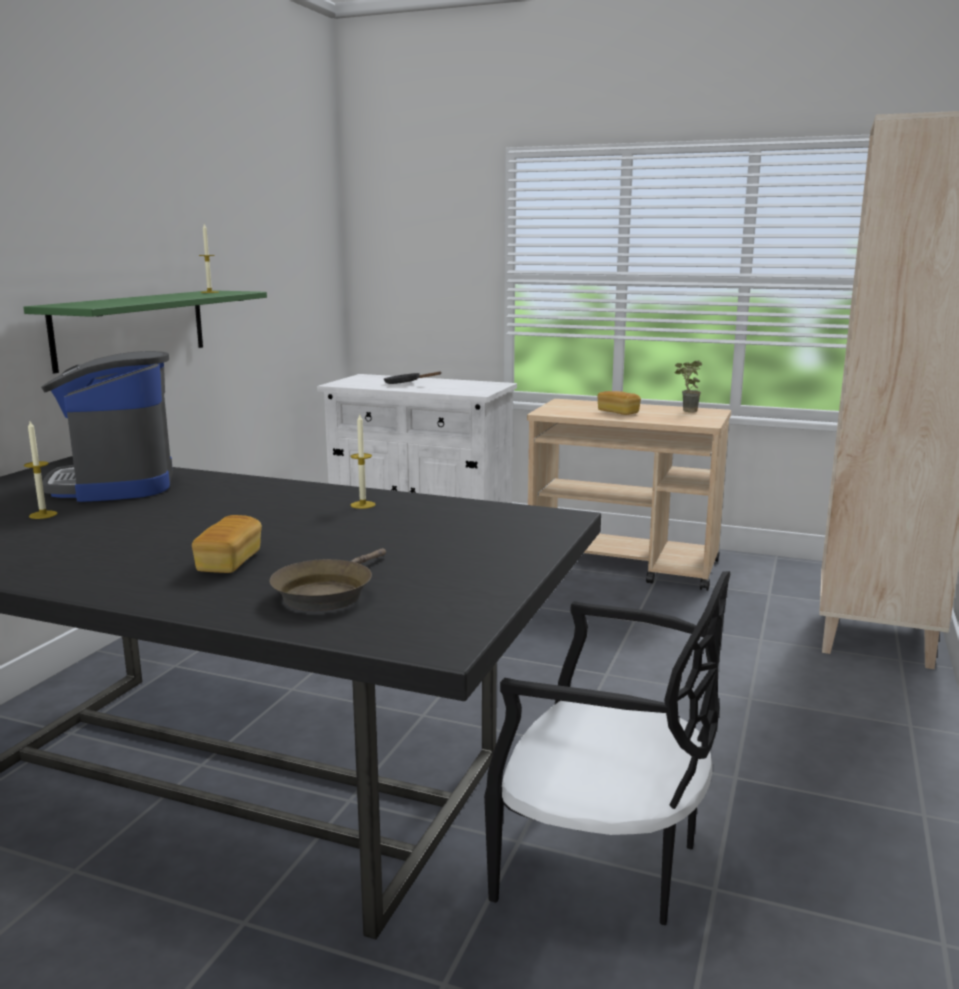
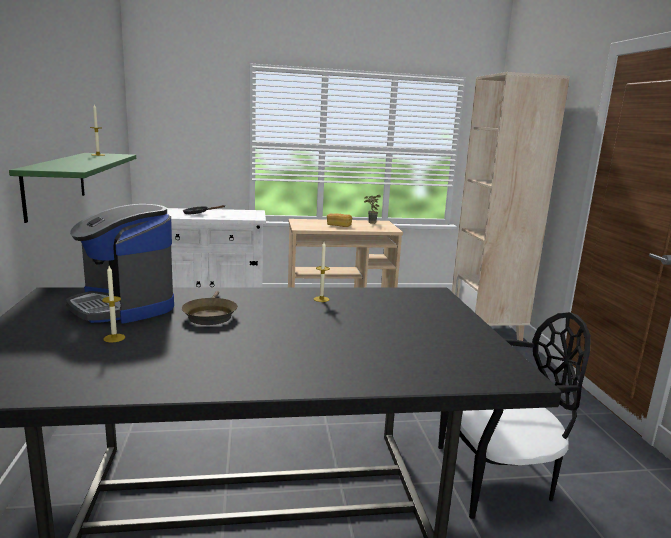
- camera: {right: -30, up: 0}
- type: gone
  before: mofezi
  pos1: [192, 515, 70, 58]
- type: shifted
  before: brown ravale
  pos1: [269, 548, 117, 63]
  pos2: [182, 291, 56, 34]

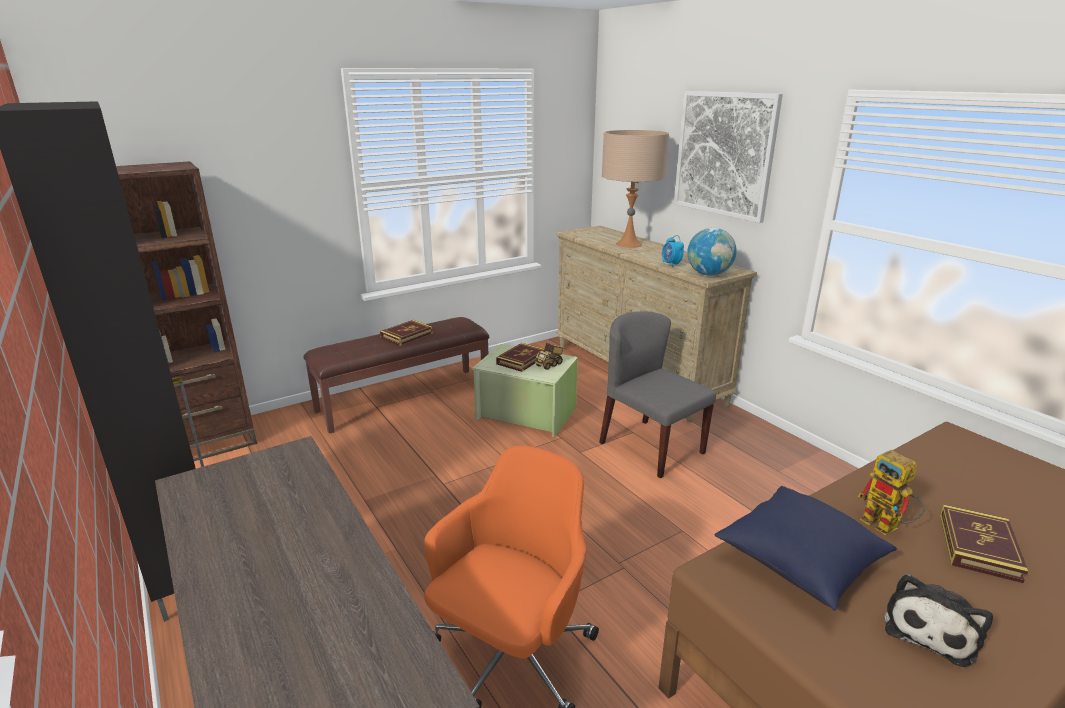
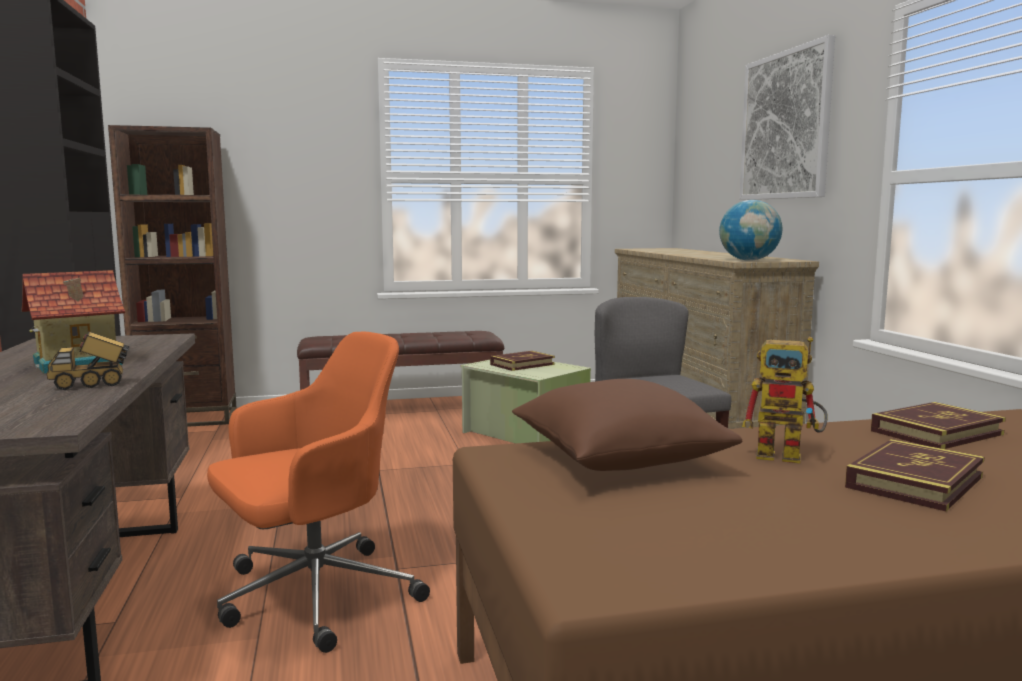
- camera: {right: 20, up: -15}
- type: gone
  before: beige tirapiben
  pos1: [602, 130, 67, 118]
- type: gone
  before: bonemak
  pos1: [662, 235, 22, 32]
- type: gone
  before: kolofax
  pos1: [885, 574, 108, 93]
- type: new
  after: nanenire
  pos2: [21, 270, 104, 104]
- type: shifted
  before: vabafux
  pos1: [380, 320, 53, 26]
  pos2: [871, 402, 135, 47]
- type: shifted
  before: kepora
  pos1: [535, 343, 29, 27]
  pos2: [47, 332, 83, 58]
- type: repainted
  before: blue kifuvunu
  after: brown kifuvunu
  pos1: [714, 486, 183, 125]
  pos2: [512, 379, 230, 92]
- type: rotated
  before: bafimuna
  pos1: [858, 450, 68, 86]
  pos2: [742, 337, 86, 126]
  turn: -60

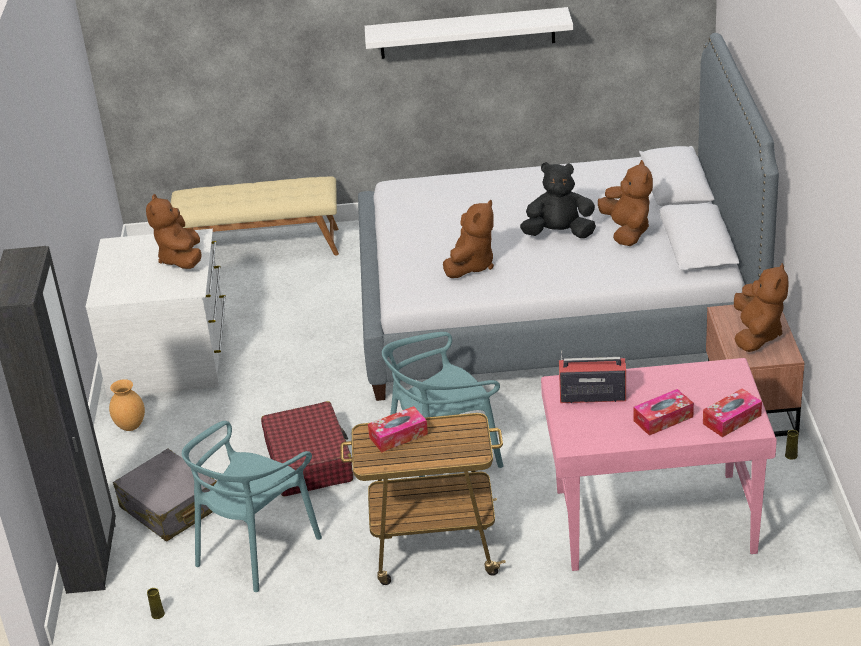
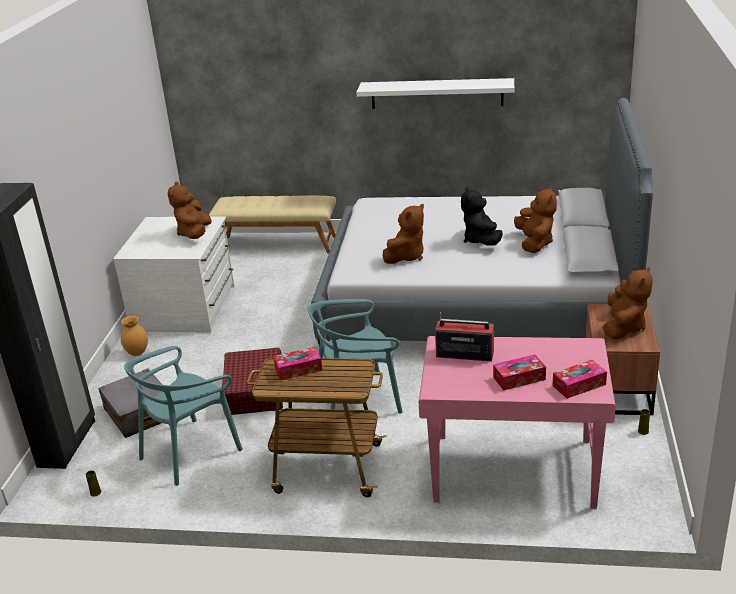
- camera: {right: 10, up: -5}
- type: rotated
  before: black kolofax
  pos1: [520, 162, 76, 76]
  pos2: [461, 187, 42, 59]
  turn: -105

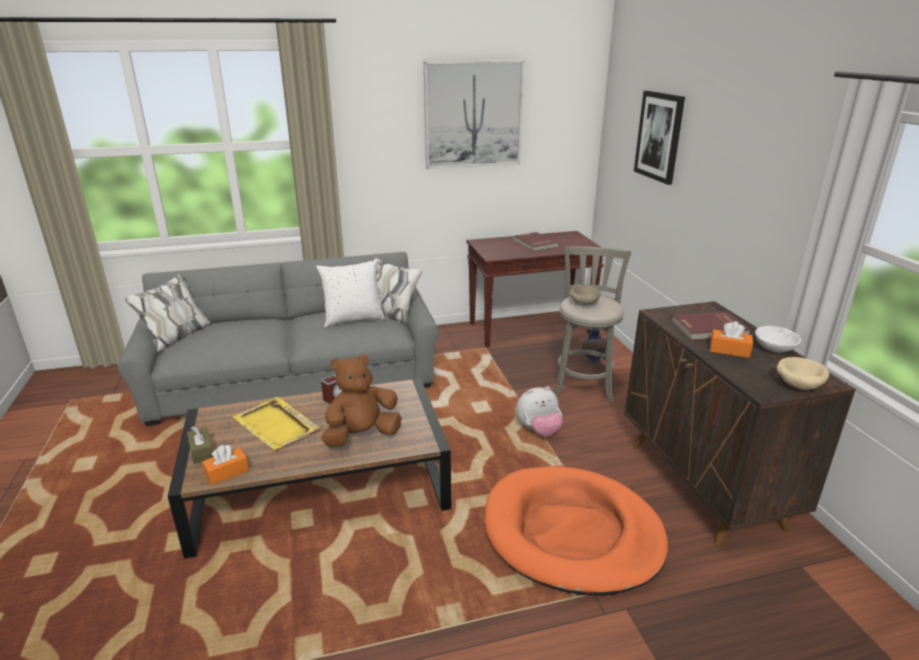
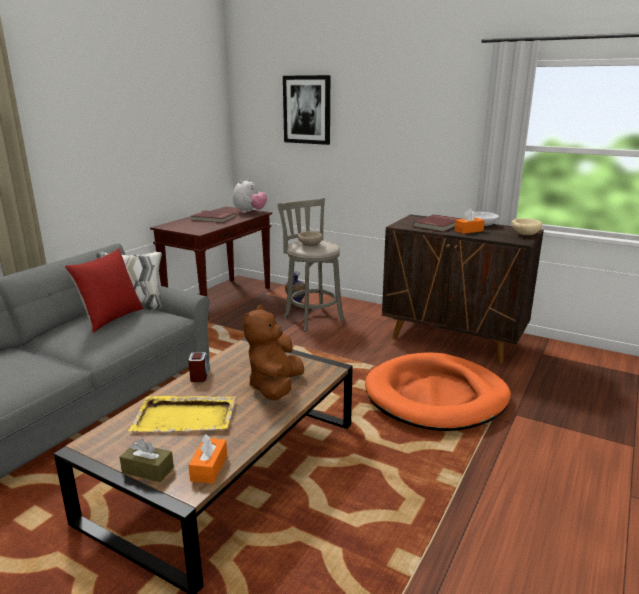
- camera: {right: -45, up: -5}
- type: gone
  before: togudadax
  pos1: [424, 60, 100, 109]
- type: shifted
  before: kolofax
  pos1: [516, 386, 47, 51]
  pos2: [233, 179, 34, 34]
- type: repainted
  before: white kifuvunu
  after: red kifuvunu
  pos1: [316, 259, 69, 68]
  pos2: [65, 248, 78, 84]

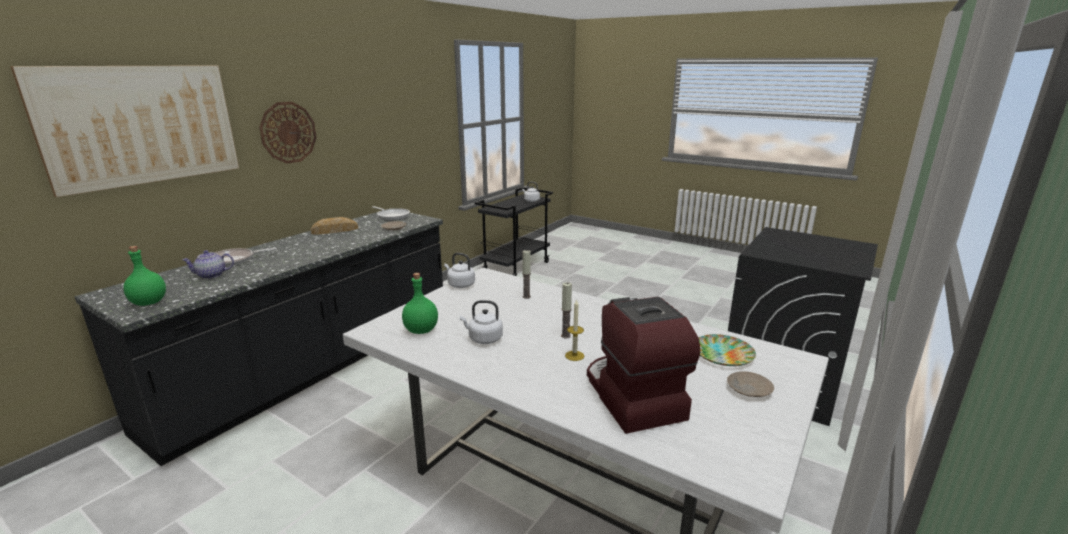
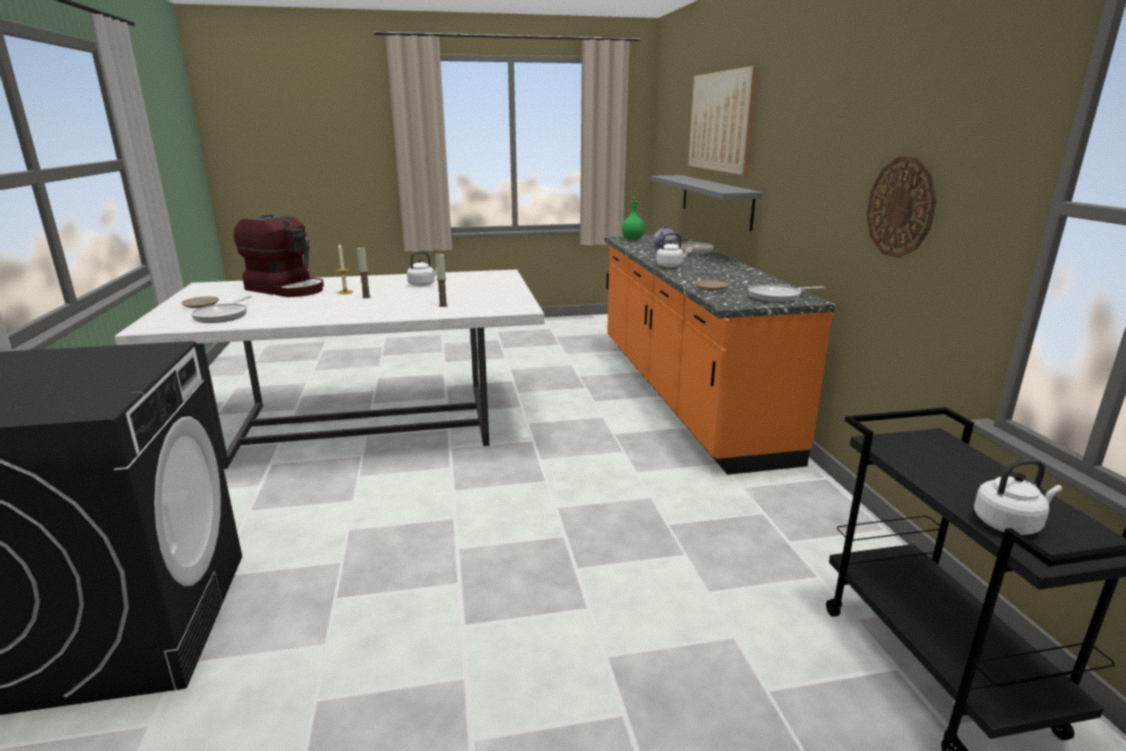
- camera: {right: 135, up: 0}
- type: gone
  before: mofezi
  pos1: [311, 217, 47, 17]
- type: gone
  before: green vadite
  pos1: [402, 273, 36, 61]
- type: new
  after: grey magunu
  pos2: [651, 175, 112, 56]
- type: shifted
  before: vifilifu
  pos1: [259, 102, 58, 62]
  pos2: [866, 157, 70, 101]
- type: shifted
  before: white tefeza
  pos1: [444, 253, 31, 35]
  pos2: [656, 233, 35, 34]
- type: swapped
  before: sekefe
  after: ravale
  pos1: [698, 334, 58, 32]
  pos2: [191, 296, 61, 27]
- type: repainted
  before: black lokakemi
  after: orange lokakemi
  pos1: [75, 208, 368, 258]
  pos2: [604, 235, 231, 240]

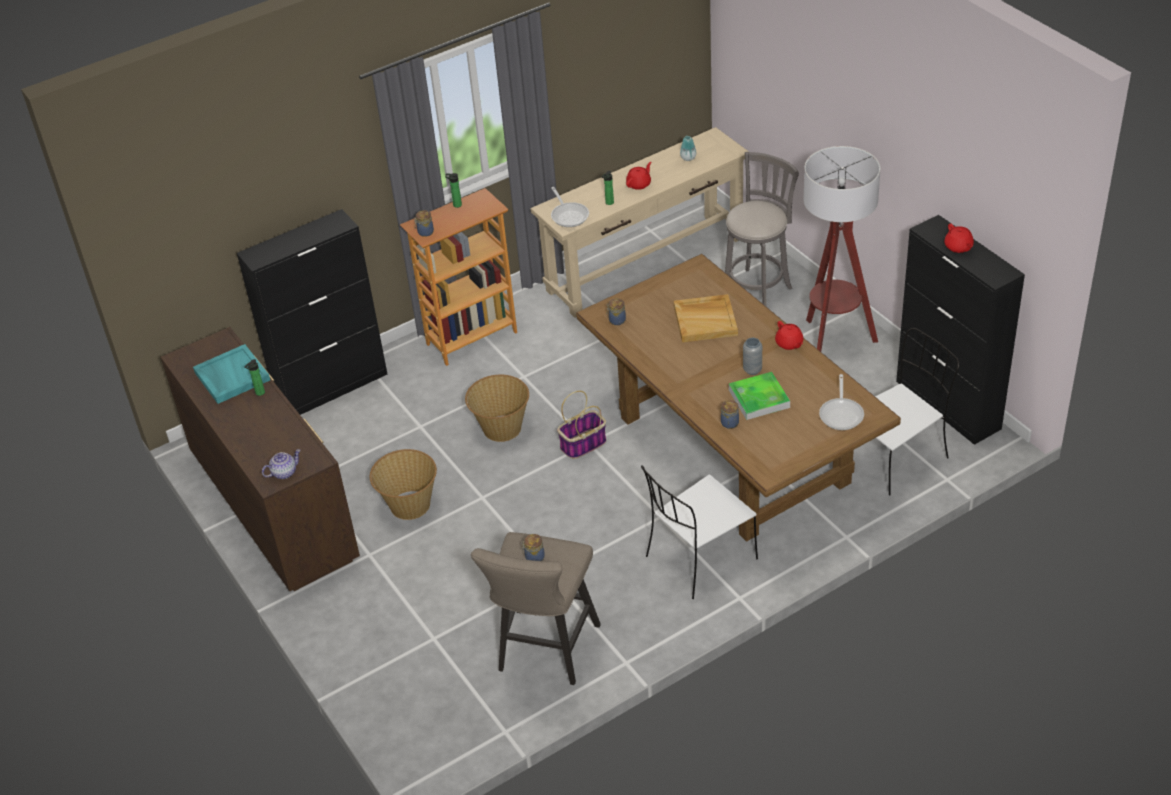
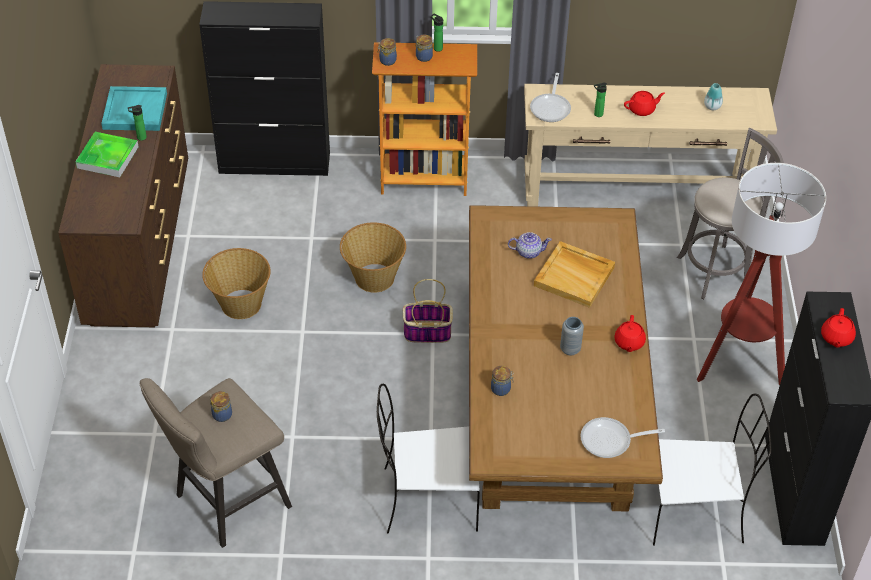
- camera: {right: 30, up: 5}
- type: shifted
  before: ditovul
  pos1: [262, 449, 39, 30]
  pos2: [508, 232, 44, 27]
- type: shifted
  before: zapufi
  pos1: [606, 299, 20, 26]
  pos2: [416, 35, 17, 27]
- type: shifted
  before: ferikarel
  pos1: [729, 372, 61, 48]
  pos2: [75, 132, 63, 45]
- type: rotated
  before: ravale
  pos1: [819, 374, 45, 56]
  pos2: [581, 417, 84, 41]
  turn: 45

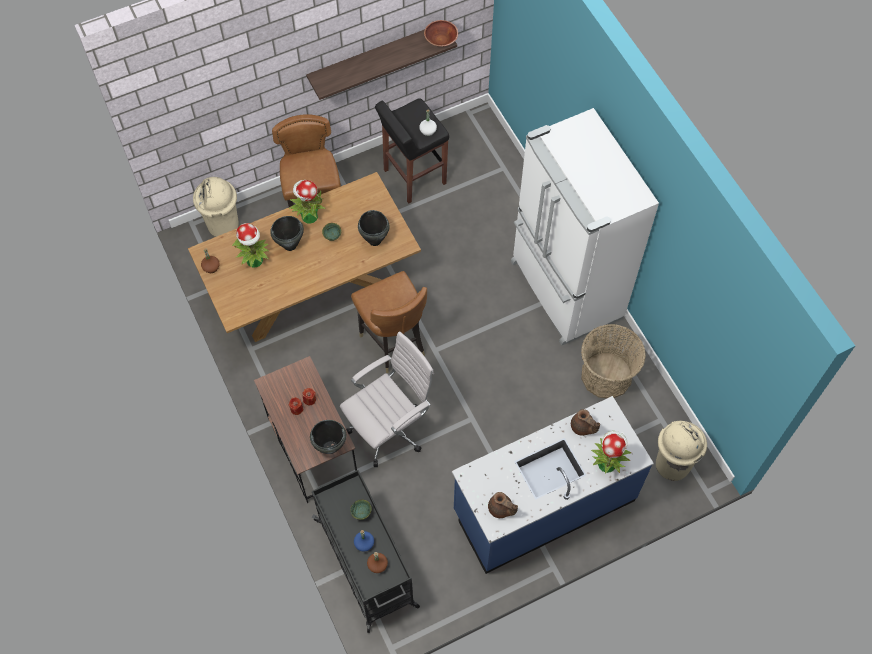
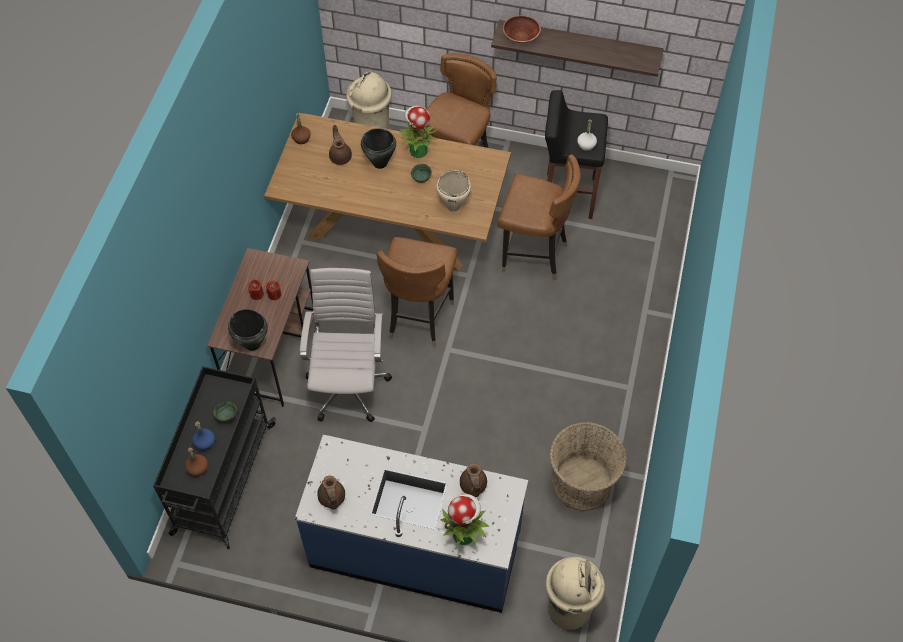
- camera: {right: 40, up: -5}
- type: gone
  before: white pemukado
  pos1: [511, 108, 148, 238]
- type: new
  after: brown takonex
  pos2: [497, 155, 84, 126]
- type: shifted
  before: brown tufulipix
  pos1: [424, 20, 34, 27]
  pos2: [503, 15, 38, 28]
- type: swapped
  before: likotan
  after: brown ditovul
  pos1: [232, 223, 37, 45]
  pos2: [329, 125, 23, 40]
- type: repainted
  before: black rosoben
  after: beige rosoben
  pos1: [358, 210, 31, 36]
  pos2: [436, 170, 35, 42]
- type: rotated
  before: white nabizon
  pos1: [340, 331, 94, 136]
  pos2: [300, 268, 92, 154]
  turn: -90

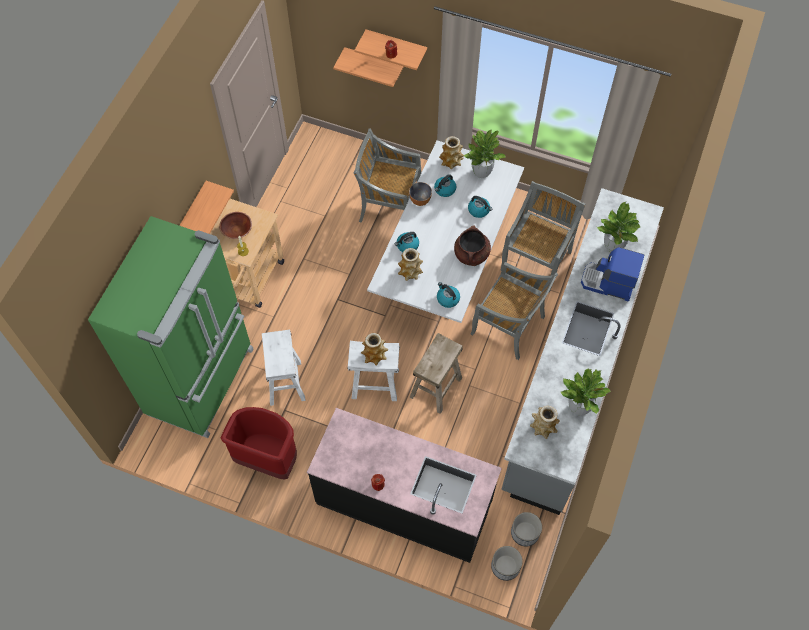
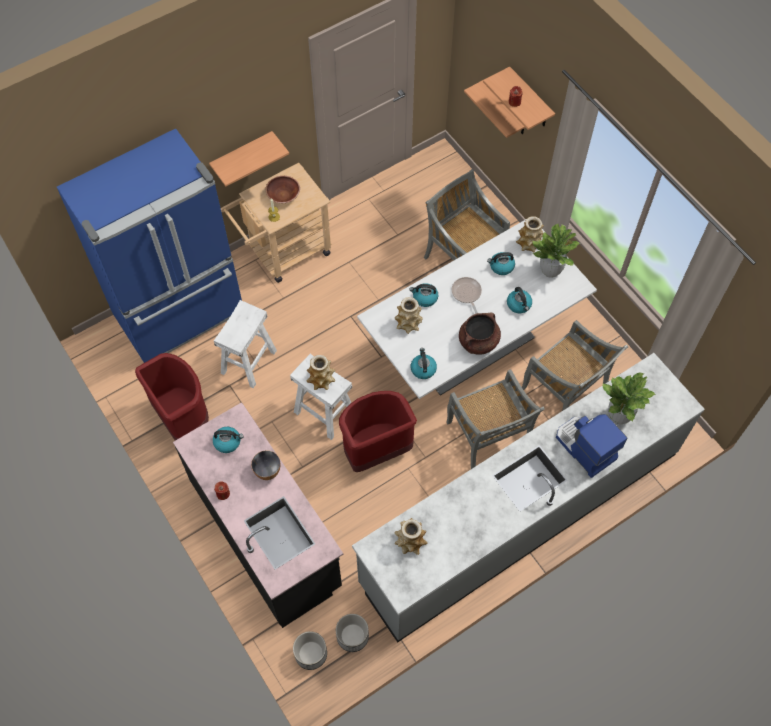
- camera: {right: 35, up: 0}
- type: gone
  before: likotan
  pos1: [560, 368, 51, 48]
- type: new
  after: tefeza
  pos2: [213, 427, 31, 26]
- type: new
  after: ravale
  pos2: [452, 277, 30, 37]
- type: shifted
  before: tufulipix
  pos1: [409, 182, 23, 24]
  pos2: [251, 450, 30, 30]
- type: swapped
  before: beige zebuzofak
  after: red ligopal
  pos1: [409, 333, 54, 81]
  pos2: [339, 391, 78, 81]
- type: repainted
  before: green pemukado
  after: blue pemukado
  pos1: [88, 216, 165, 222]
  pos2: [57, 128, 185, 235]
- type: rotated
  before: grey takonex
  pos1: [500, 181, 85, 111]
  pos2: [522, 320, 106, 91]
  turn: 75

